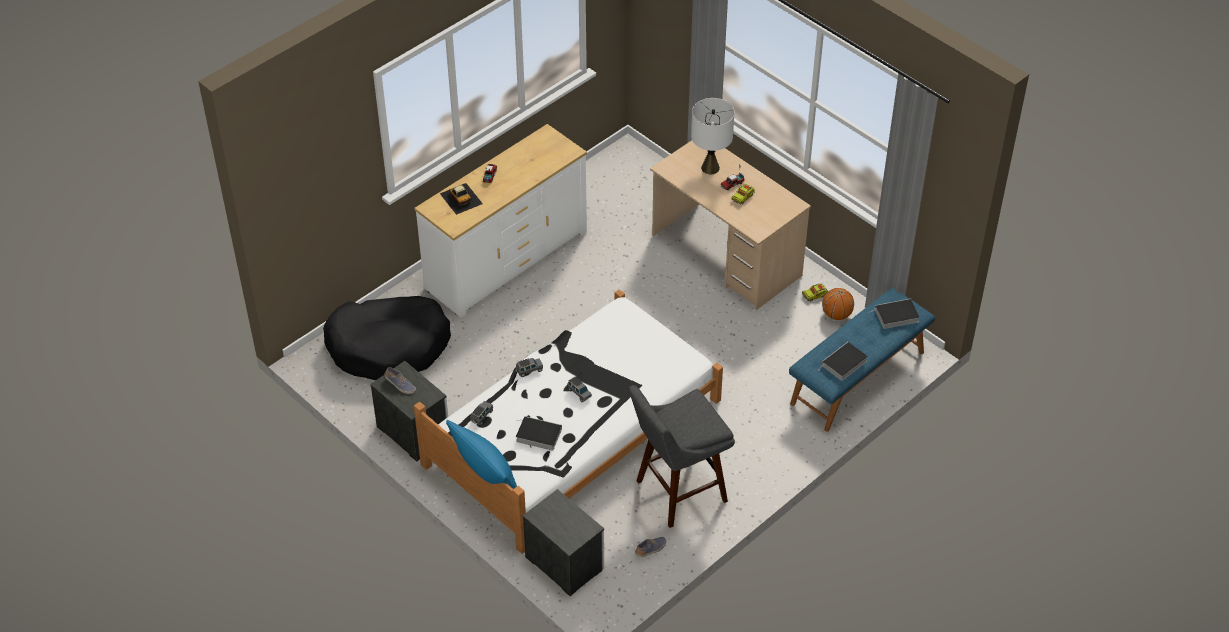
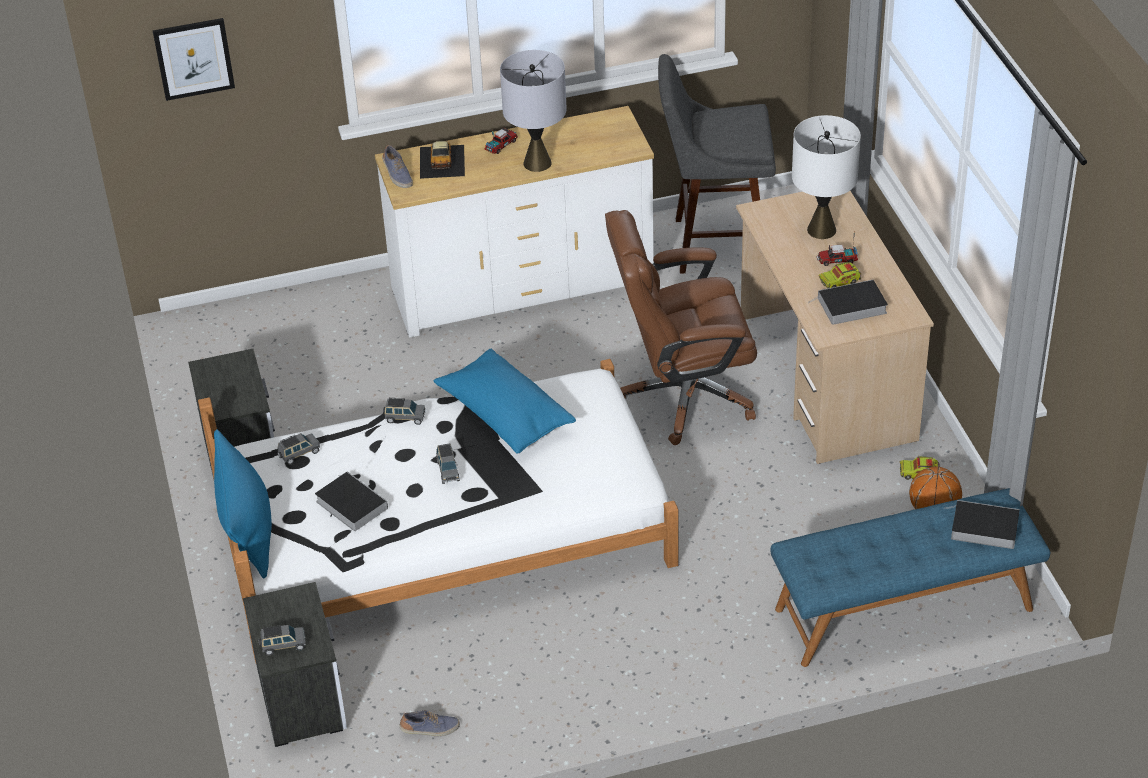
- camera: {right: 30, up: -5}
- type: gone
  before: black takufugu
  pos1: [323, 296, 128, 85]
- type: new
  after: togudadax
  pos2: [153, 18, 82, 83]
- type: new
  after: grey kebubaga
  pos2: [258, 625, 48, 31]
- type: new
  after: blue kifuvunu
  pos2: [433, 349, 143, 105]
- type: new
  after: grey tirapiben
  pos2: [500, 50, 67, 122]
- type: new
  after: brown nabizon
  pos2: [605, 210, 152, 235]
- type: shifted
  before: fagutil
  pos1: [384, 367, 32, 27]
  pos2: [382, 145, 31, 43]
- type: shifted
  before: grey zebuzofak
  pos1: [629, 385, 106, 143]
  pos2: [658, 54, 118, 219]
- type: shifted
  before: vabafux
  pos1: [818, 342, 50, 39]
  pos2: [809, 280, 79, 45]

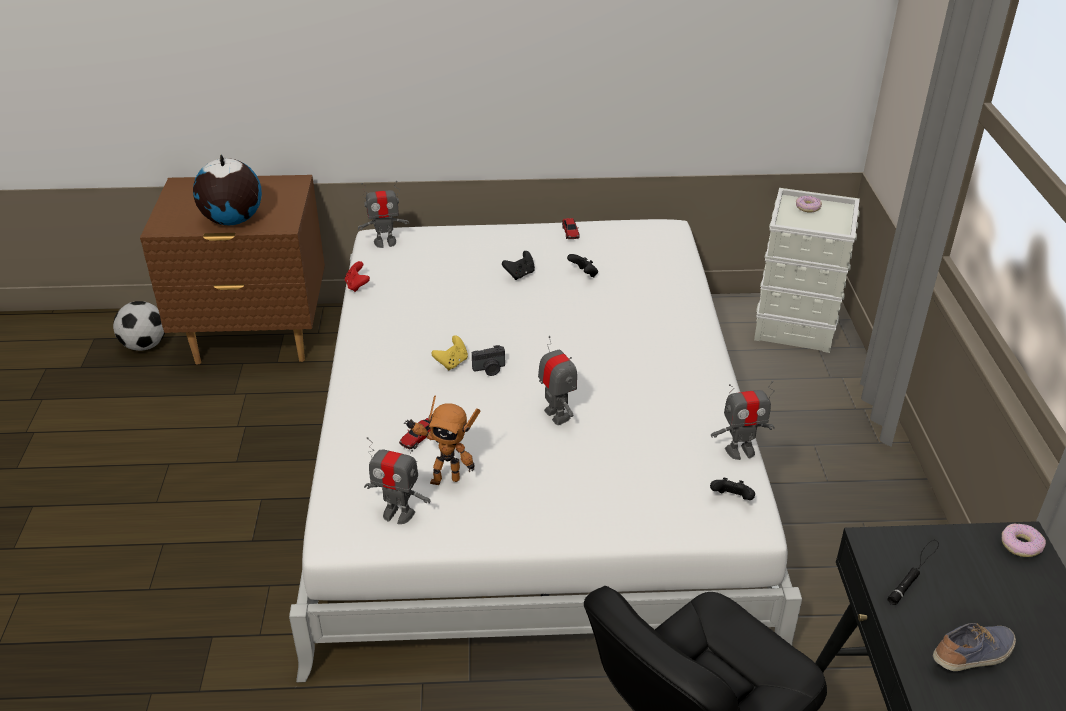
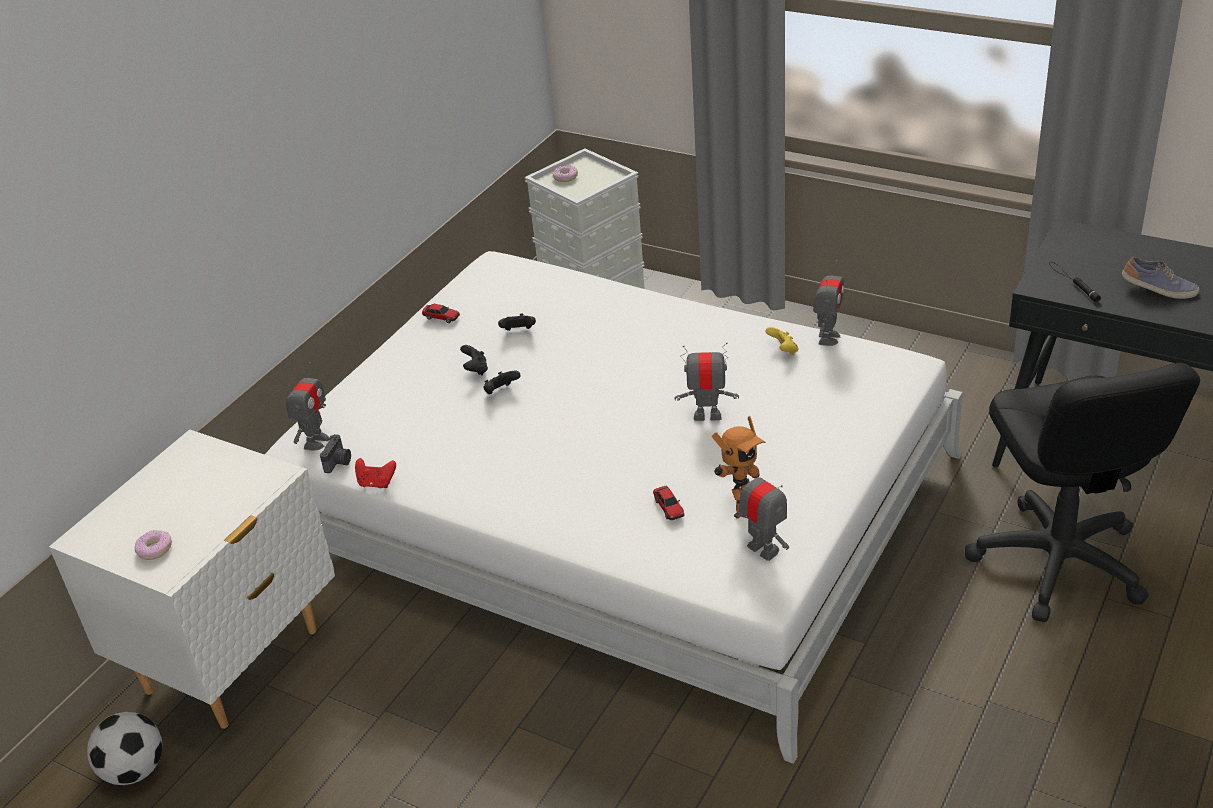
- camera: {right: -55, up: 0}
- type: gone
  before: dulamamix
  pos1: [193, 154, 69, 71]
- type: shifted
  before: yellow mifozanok
  pos1: [431, 335, 37, 35]
  pos2: [765, 327, 34, 28]
- type: shifted
  before: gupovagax
  pos1: [472, 345, 33, 31]
  pos2: [320, 434, 31, 39]
- type: shifted
  before: black mifozanok
  pos1: [710, 478, 45, 22]
  pos2: [484, 371, 36, 23]
- type: shifted
  before: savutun
  pos1: [1002, 524, 44, 33]
  pos2: [135, 530, 37, 30]
- type: repainted
  before: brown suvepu
  after: white suvepu
  pos1: [140, 175, 185, 190]
  pos2: [49, 429, 286, 300]
- type: rotated
  before: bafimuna
  pos1: [364, 437, 67, 87]
  pos2: [736, 465, 53, 96]
  turn: -90
- type: rotated
  before: fagutil
  pos1: [933, 623, 83, 48]
  pos2: [1122, 257, 77, 42]
  turn: 105

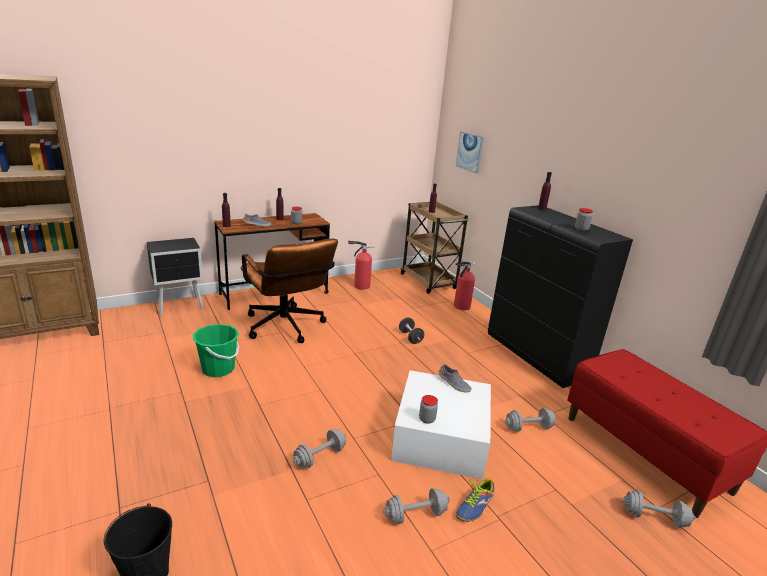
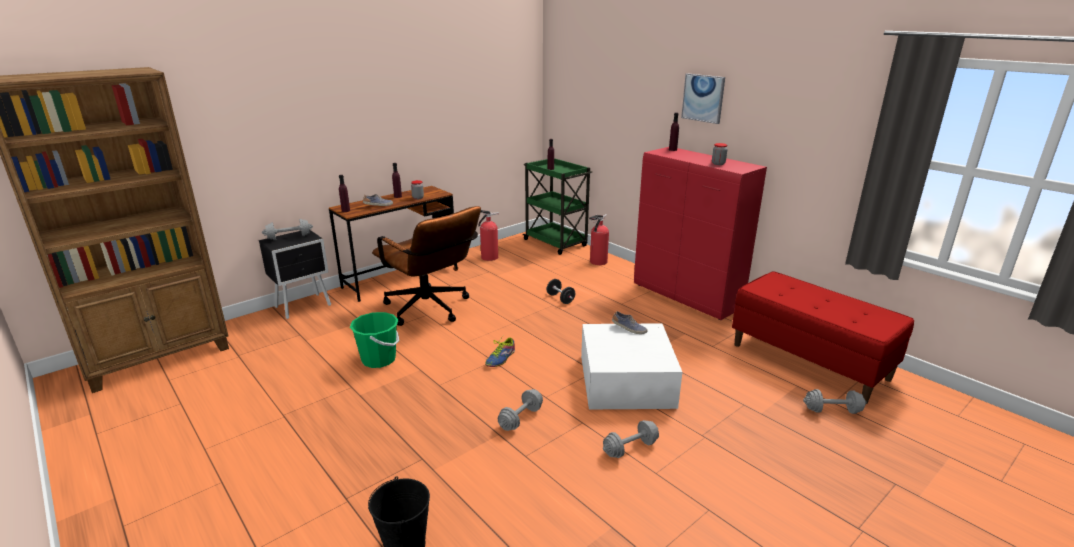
- camera: {right: -10, up: 0}
- type: gone
  before: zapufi
  pos1: [419, 395, 19, 29]
- type: shifted
  before: togudadax
  pos1: [456, 131, 28, 43]
  pos2: [681, 73, 44, 51]
- type: shifted
  before: fagutil
  pos1: [456, 474, 38, 48]
  pos2: [485, 336, 30, 31]
- type: shifted
  before: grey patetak
  pos1: [505, 408, 51, 24]
  pos2: [262, 219, 51, 21]
- type: repainted
  before: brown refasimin
  after: green refasimin
  pos1: [401, 201, 68, 93]
  pos2: [523, 158, 69, 97]
- type: repainted
  before: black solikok
  after: red solikok
  pos1: [488, 205, 145, 183]
  pos2: [634, 147, 133, 173]

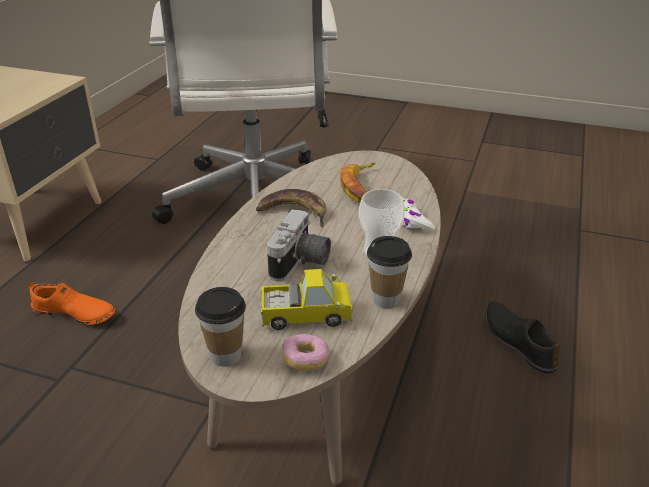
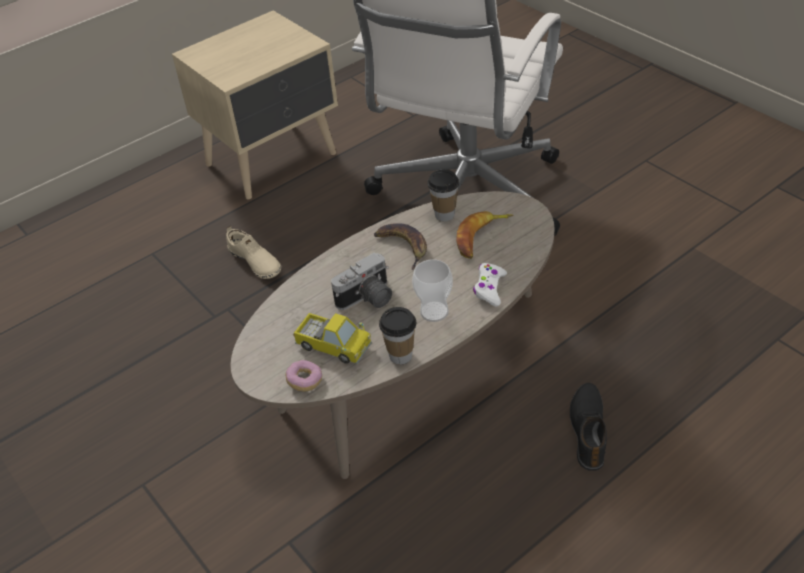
- camera: {right: 35, up: 10}
- type: shifted
  before: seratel
  pos1: [195, 287, 51, 80]
  pos2: [427, 170, 32, 51]
- type: repainted
  before: orange fagutil
  after: beige fagutil
  pos1: [28, 281, 87, 44]
  pos2: [226, 226, 55, 53]

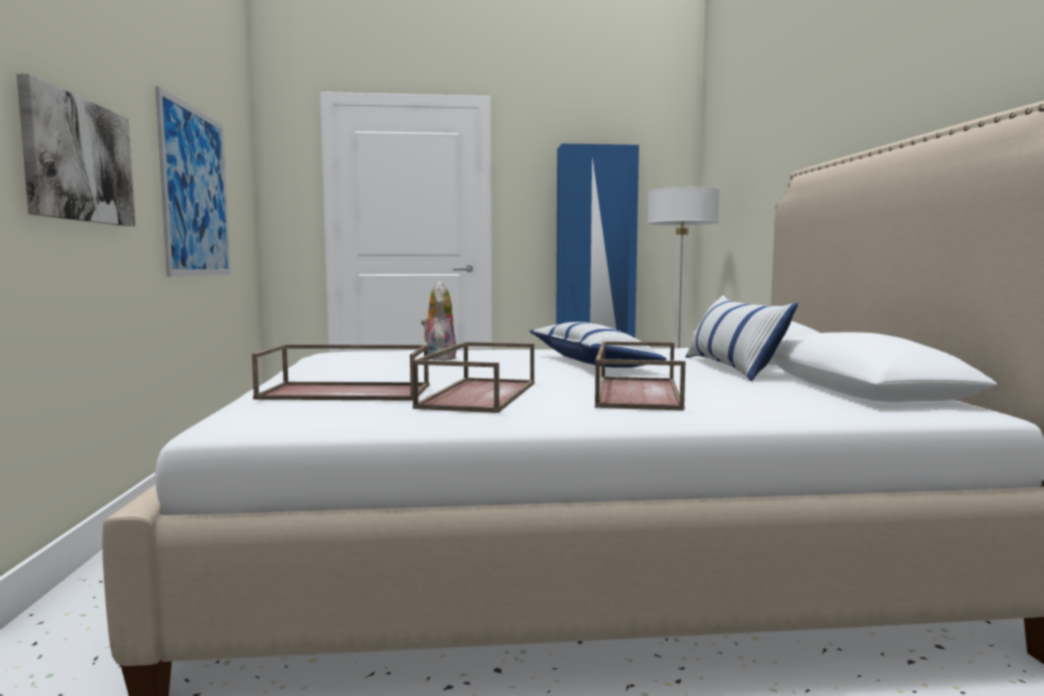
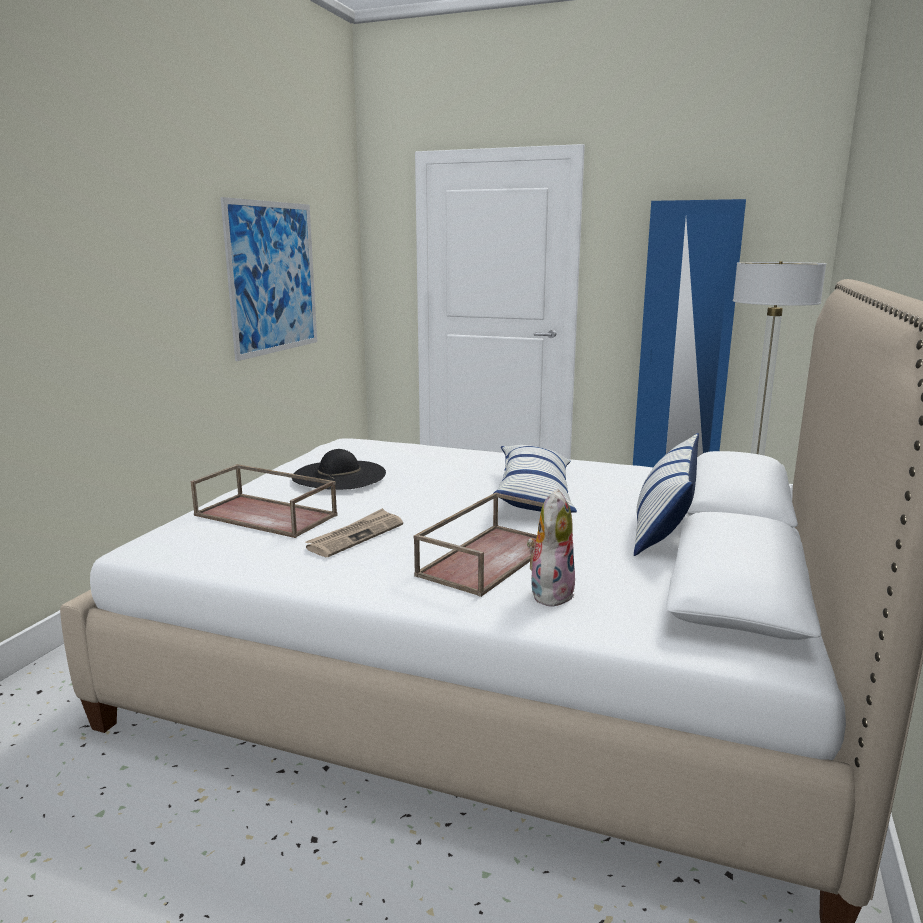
- camera: {right: 25, up: 10}
- type: gone
  before: togudadax
  pos1: [17, 74, 118, 152]
- type: new
  after: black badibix
  pos2: [292, 449, 94, 41]
- type: shifted
  before: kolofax
  pos1: [421, 281, 36, 79]
  pos2: [527, 489, 48, 118]
- type: swapped
  before: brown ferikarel
  after: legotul
  pos1: [412, 342, 122, 71]
  pos2: [305, 508, 98, 49]

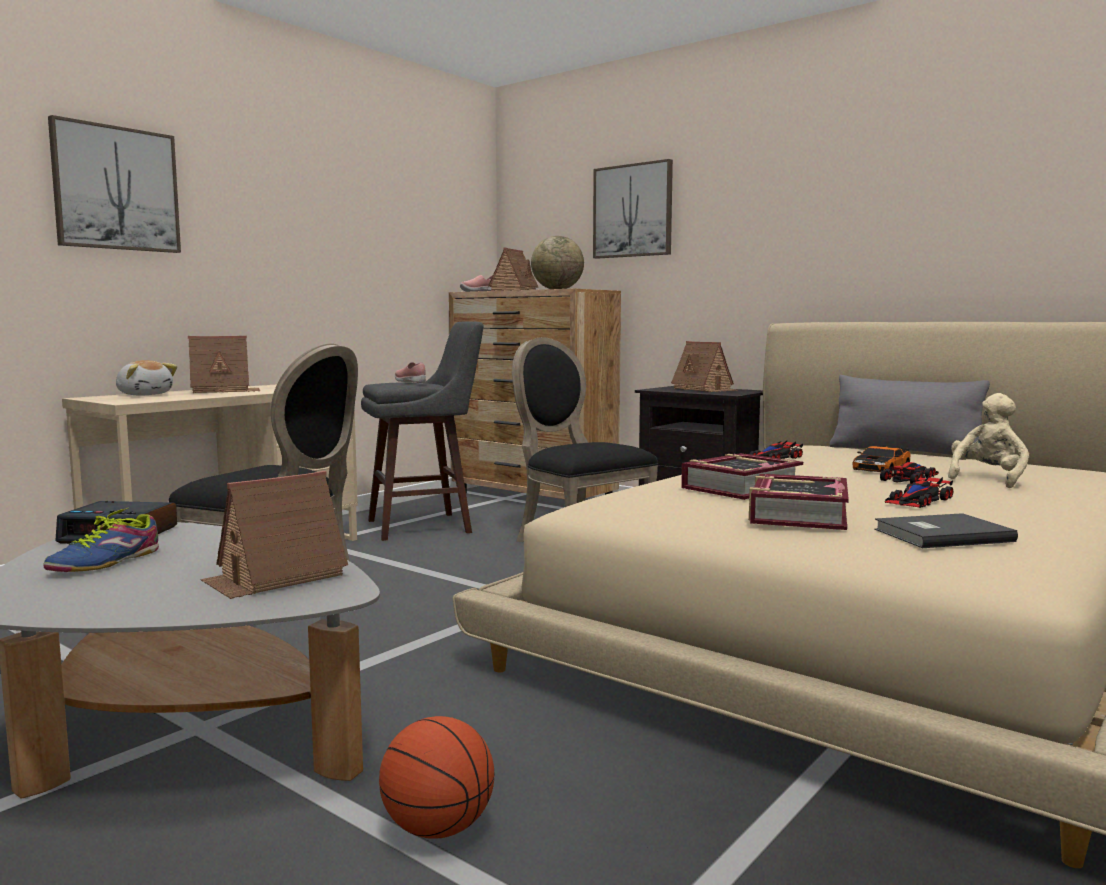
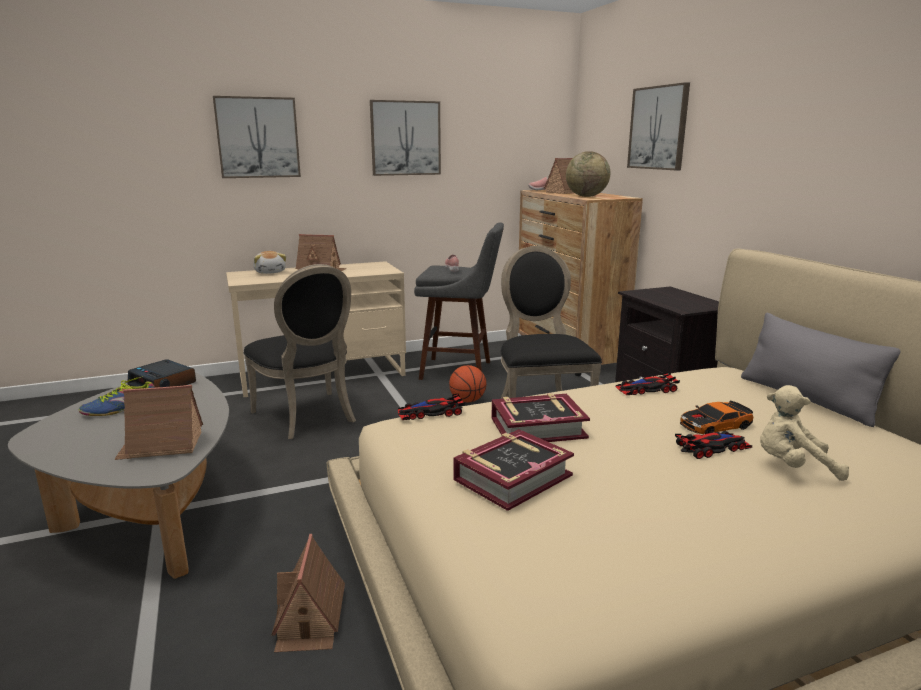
- camera: {right: 30, up: 10}
- type: gone
  before: grey vabafux
  pos1: [874, 513, 144, 35]
- type: new
  after: togudadax
  pos2: [370, 100, 71, 76]
- type: shifted
  before: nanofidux
  pos1: [379, 716, 115, 123]
  pos2: [449, 365, 37, 37]
- type: shifted
  before: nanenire
  pos1: [671, 341, 65, 51]
  pos2: [271, 534, 74, 118]
- type: shifted
  before: kebubaga
  pos1: [885, 476, 68, 32]
  pos2: [398, 394, 67, 26]
- type: rotated
  before: beige kolofax
  pos1: [948, 393, 81, 95]
  pos2: [760, 385, 89, 96]
  turn: -150

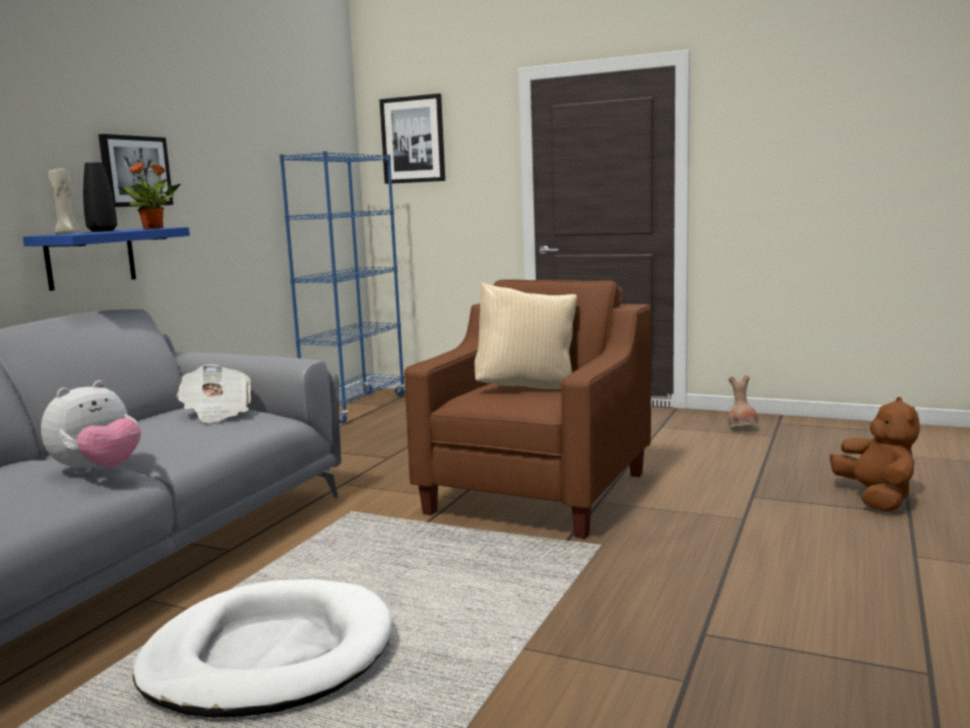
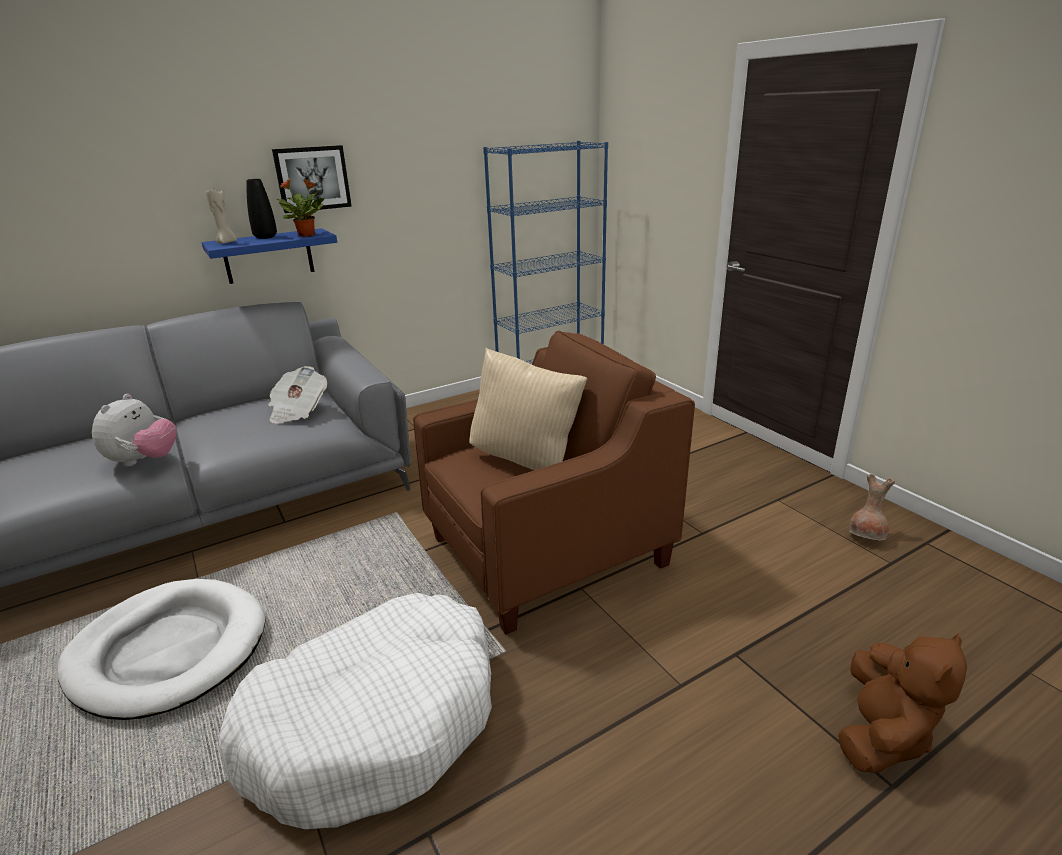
- camera: {right: 35, up: 15}
- type: gone
  before: togudadax
  pos1: [379, 93, 66, 91]
- type: new
  after: white takufugu
  pos2: [218, 593, 274, 236]
- type: rotated
  before: kolofax
  pos1: [41, 380, 100, 95]
  pos2: [92, 394, 85, 73]
  turn: -60

